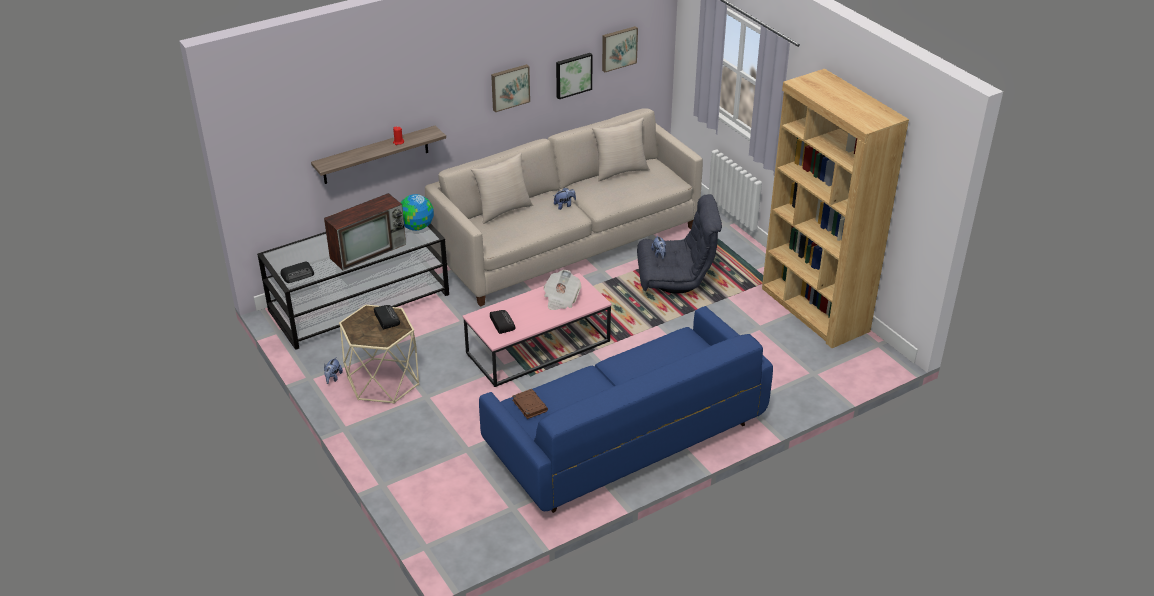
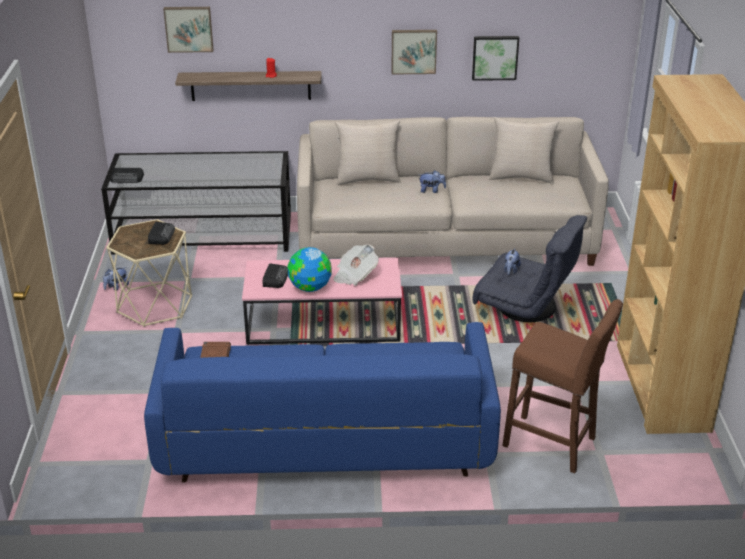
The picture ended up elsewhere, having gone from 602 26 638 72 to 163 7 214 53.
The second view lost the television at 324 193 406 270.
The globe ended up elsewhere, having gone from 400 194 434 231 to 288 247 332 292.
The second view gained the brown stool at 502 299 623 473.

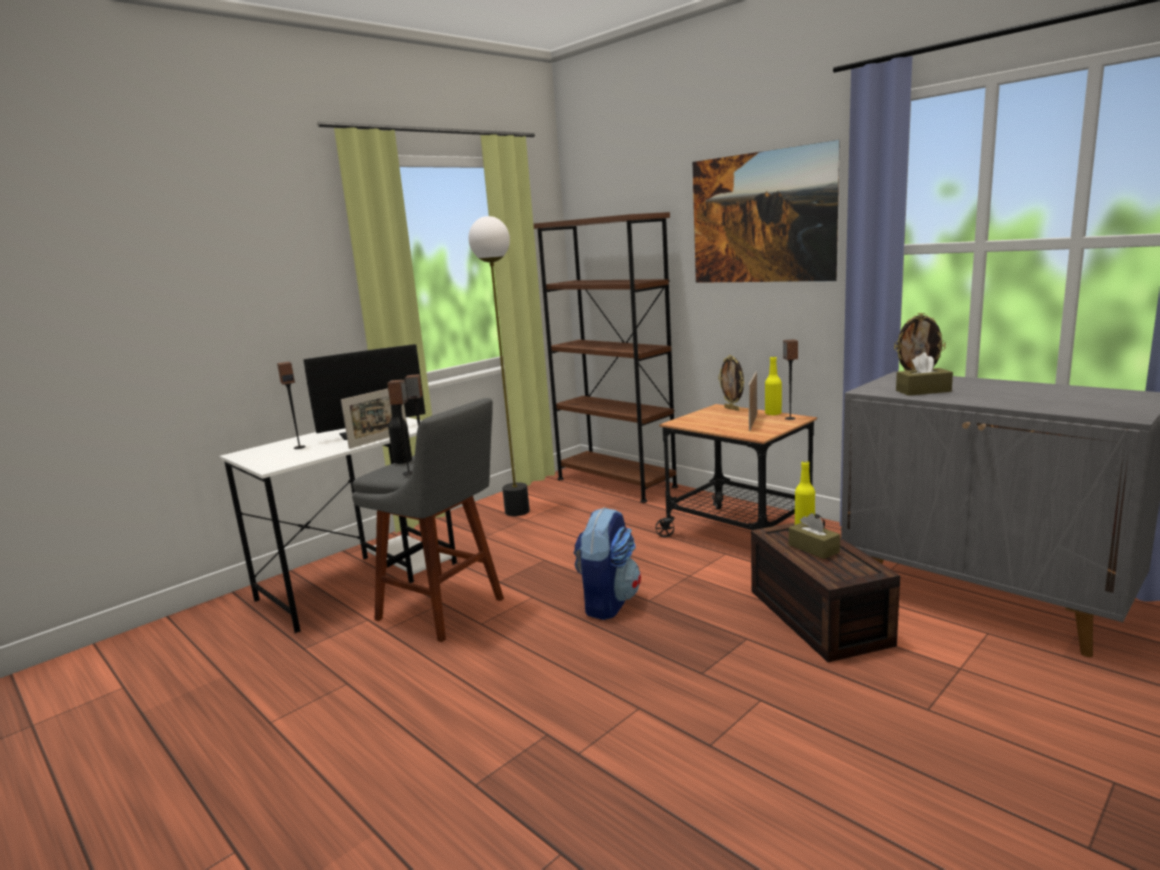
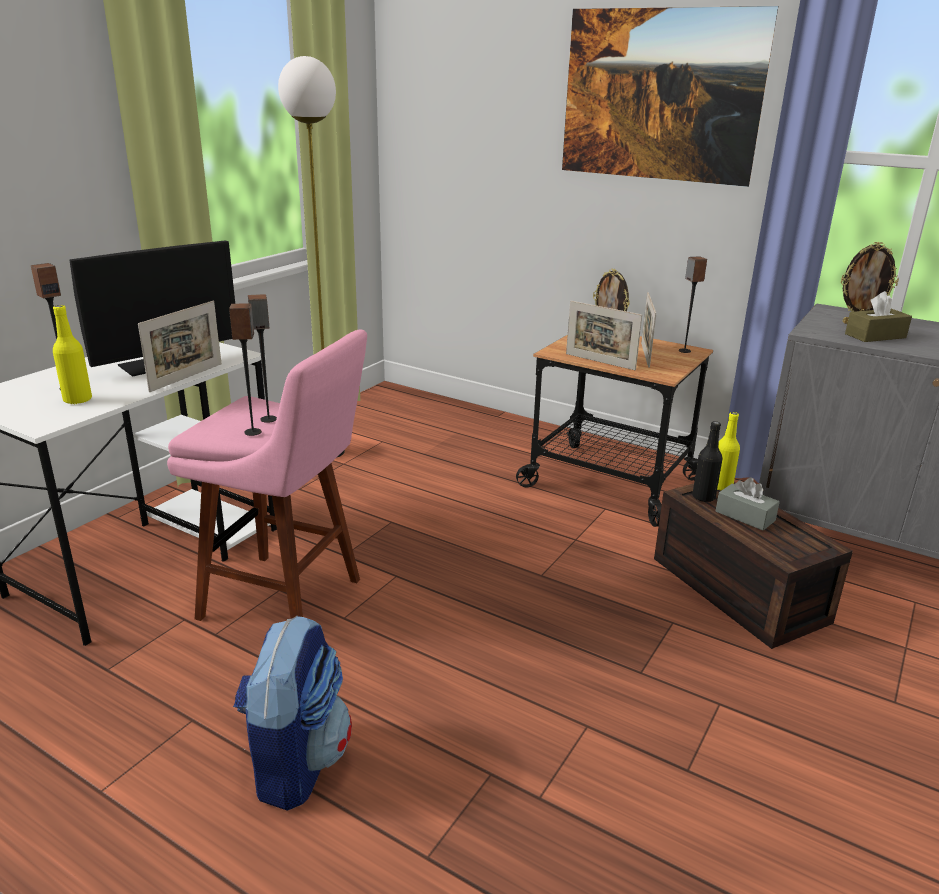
The second view lost the brown bookcase at 534 212 678 503.
The yellow bottle ended up elsewhere, having gone from 765 356 782 416 to 53 305 92 404.
What was the grey stool at 352 398 504 642 turned into the pink stool at 167 330 367 621.
The black bottle ended up elsewhere, having gone from 388 405 412 464 to 692 421 722 502.
The backpack ended up elsewhere, having gone from 573 507 641 620 to 233 616 352 811.
What was the brown tissue box at 789 513 840 559 turned into the grey tissue box at 716 478 780 530.
The second view gained the picture frame at 566 301 642 370.

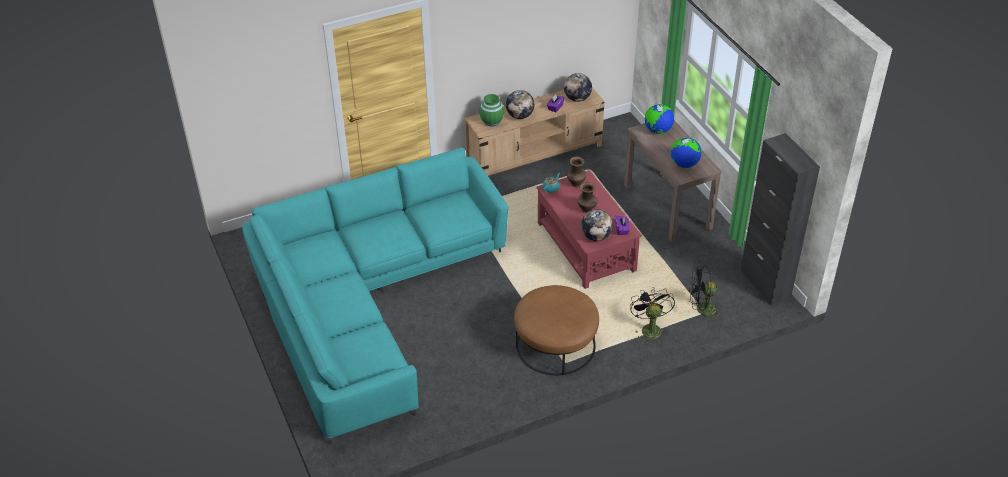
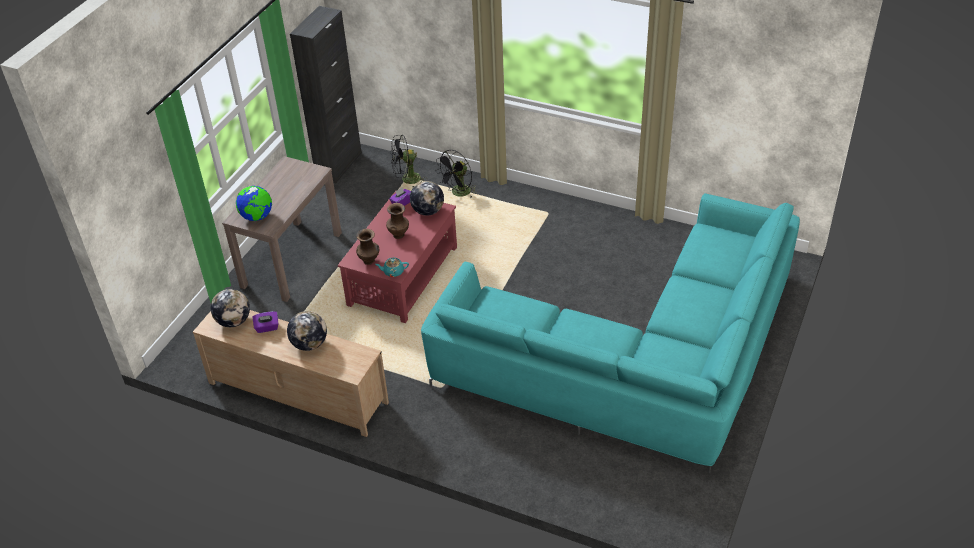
The second view lost the green vase at 479 94 504 127.
The second view lost the globe at 671 137 702 168.
The black fan at 688 266 723 322 ended up facing another way, 120 degrees clockwise from before.
The second view lost the brown ottoman at 514 285 599 376.

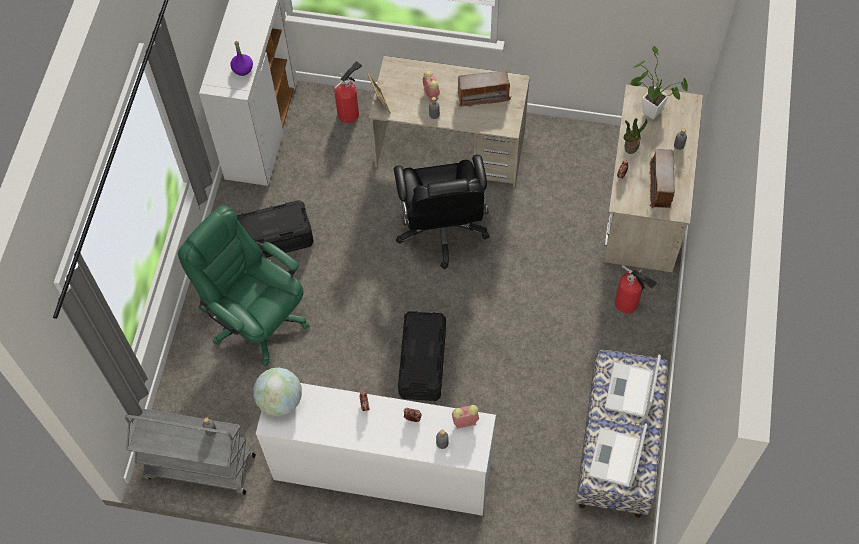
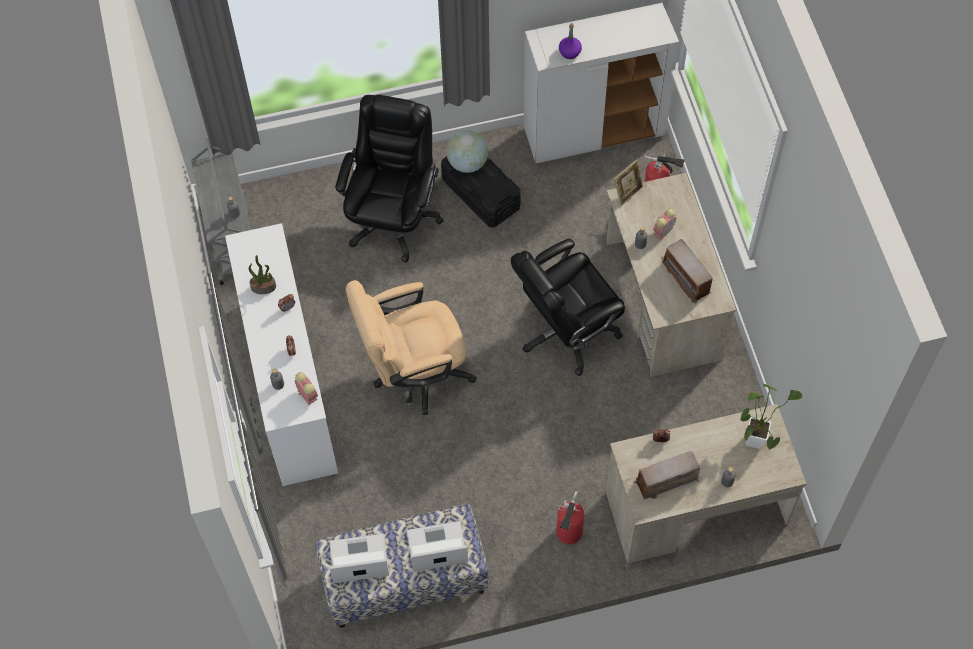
The potted plant ended up elsewhere, having gone from 624 118 647 154 to 249 255 276 294.
What was the green office chair at 178 205 309 366 turned into the black office chair at 335 95 443 263.
Where the black storage box stood at 398 311 446 401, the beige office chair came to stand at 345 280 477 415.
The globe ended up elsewhere, having gone from 253 368 302 416 to 446 130 488 173.

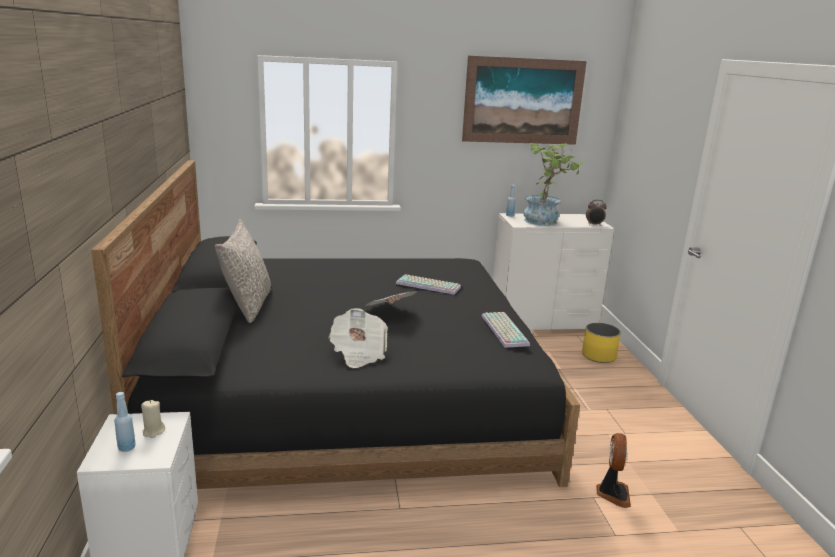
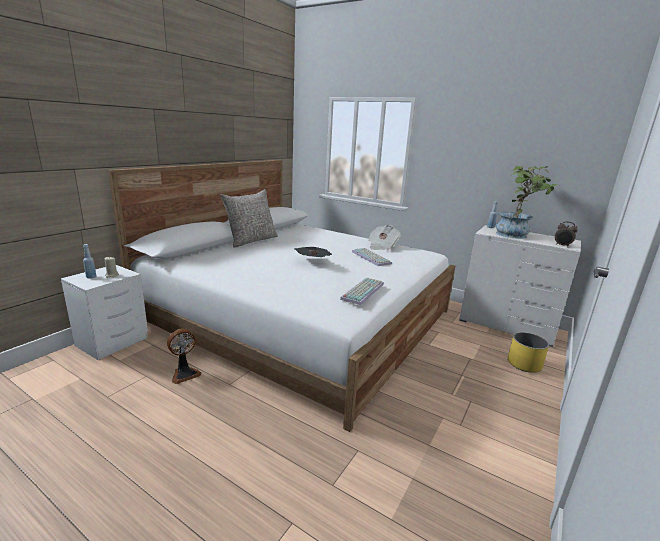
The second view lost the picture at 462 56 587 145.
What was the black bed at 91 160 580 489 turned into the white bed at 108 160 455 432.
The newspaper ended up elsewhere, having gone from 329 308 388 368 to 368 225 401 250.
The fan ended up elsewhere, having gone from 596 433 631 508 to 167 329 202 384.

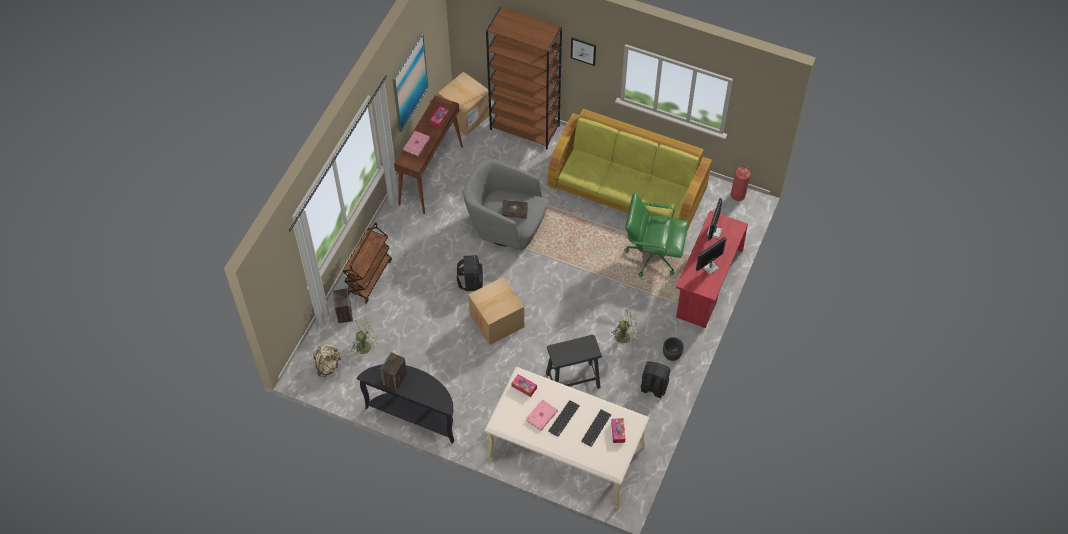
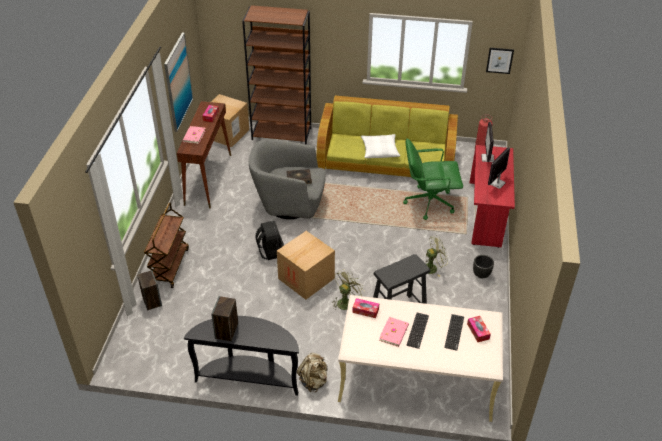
The picture ended up elsewhere, having gone from 571 37 596 66 to 486 48 514 74.
The green fan ended up elsewhere, having gone from 352 317 380 354 to 332 270 365 310.
The beige backpack ended up elsewhere, having gone from 313 344 341 377 to 297 353 327 392.
The second view lost the black backpack at 641 361 670 398.
The second view gained the white pillow at 361 134 400 158.

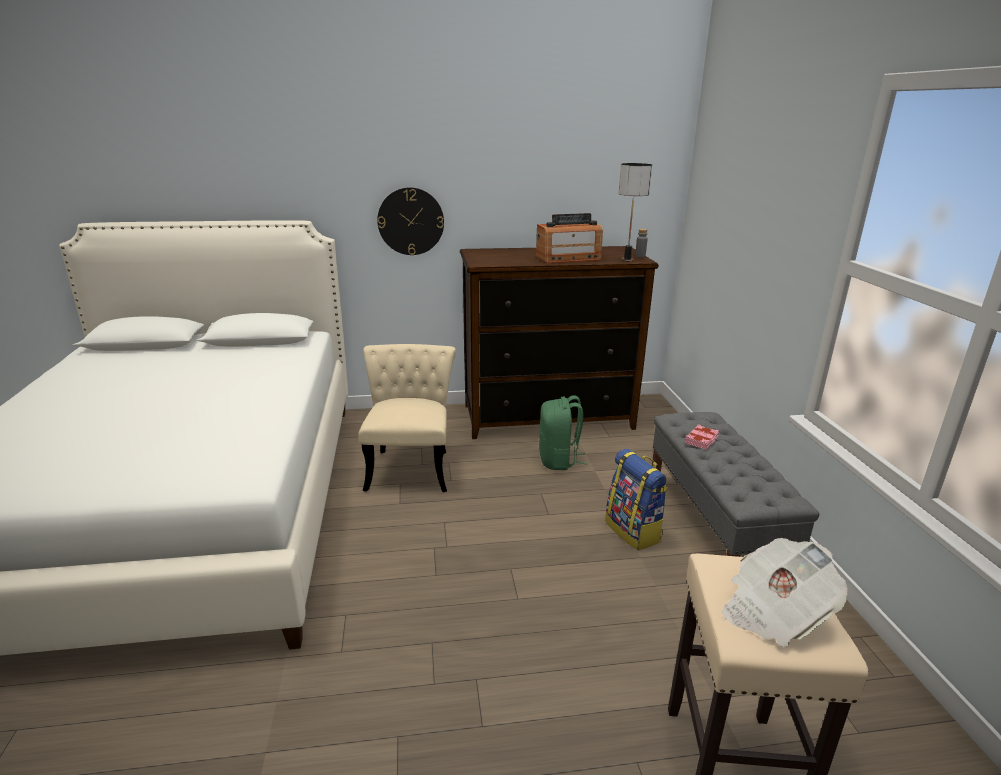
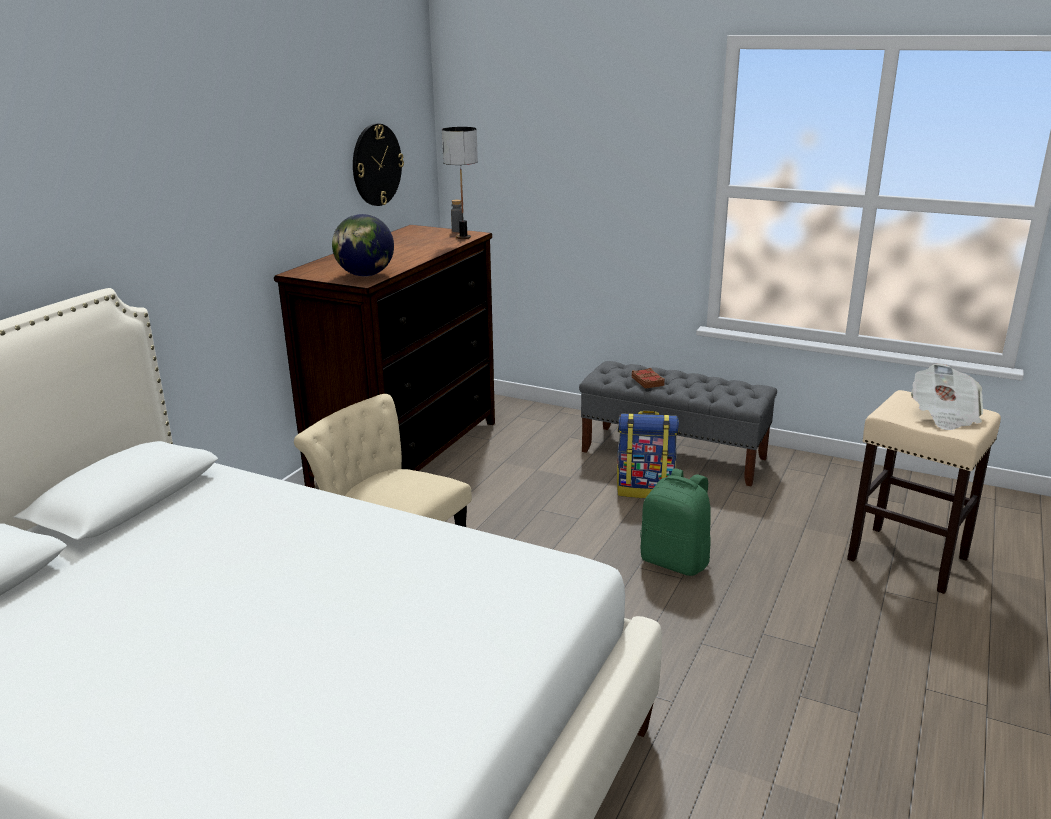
The wall clock ended up elsewhere, having gone from 377 187 444 255 to 353 123 404 206.
The second view lost the radio at 536 213 603 263.
The green backpack ended up elsewhere, having gone from 539 395 588 470 to 640 468 711 576.
What was the pink book at 685 424 719 450 turned into the brown book at 632 368 665 389.
The second view gained the globe at 332 214 394 277.

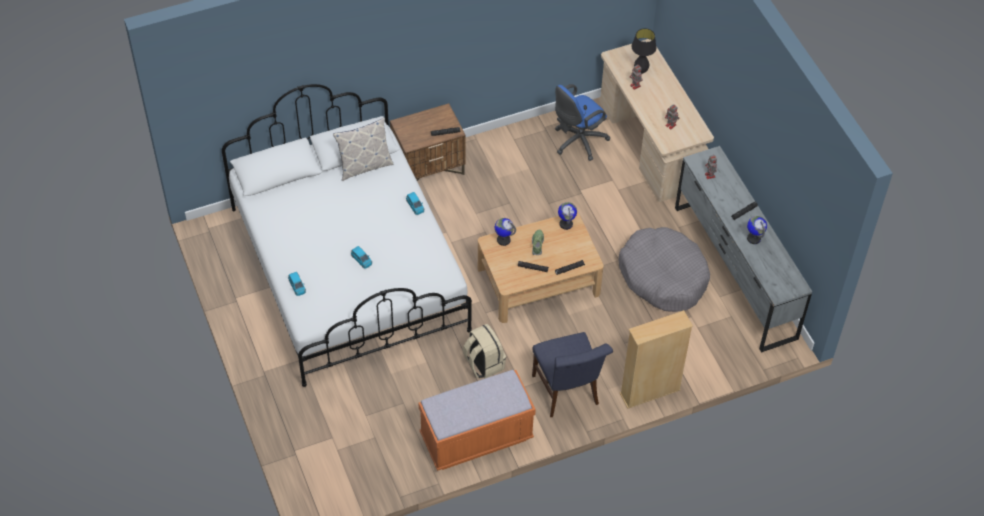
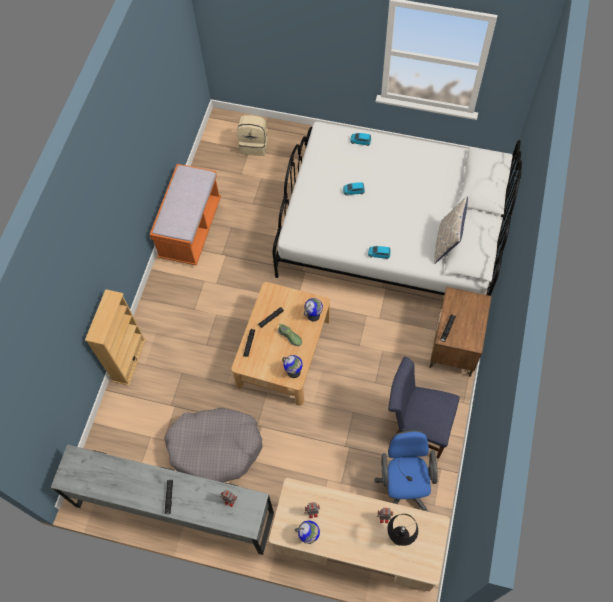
The globe ended up elsewhere, having gone from 747 216 767 244 to 295 521 320 544.
The beige backpack ended up elsewhere, having gone from 463 324 506 379 to 237 115 268 156.
The blue chair ended up elsewhere, having gone from 532 332 613 417 to 388 357 460 459.

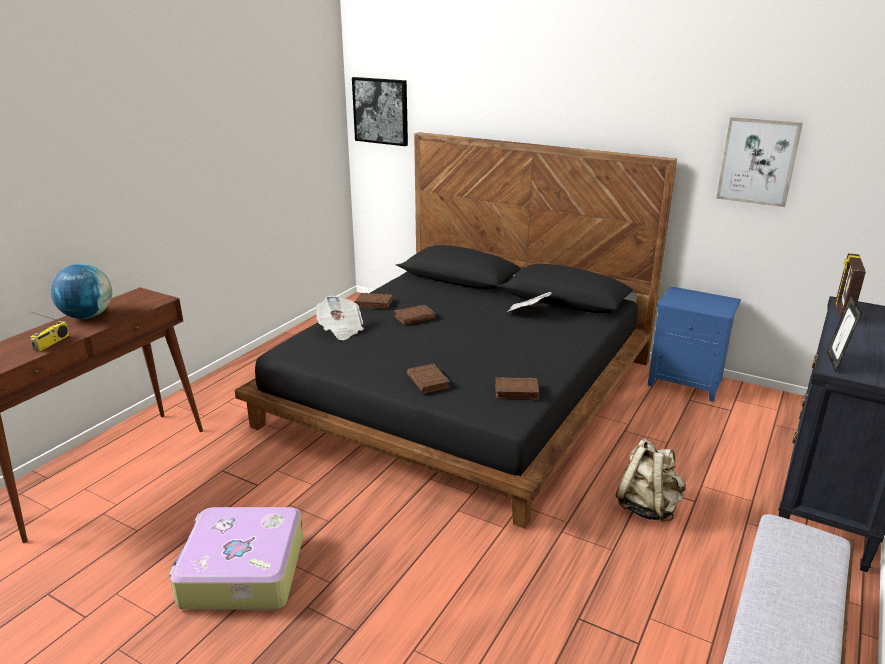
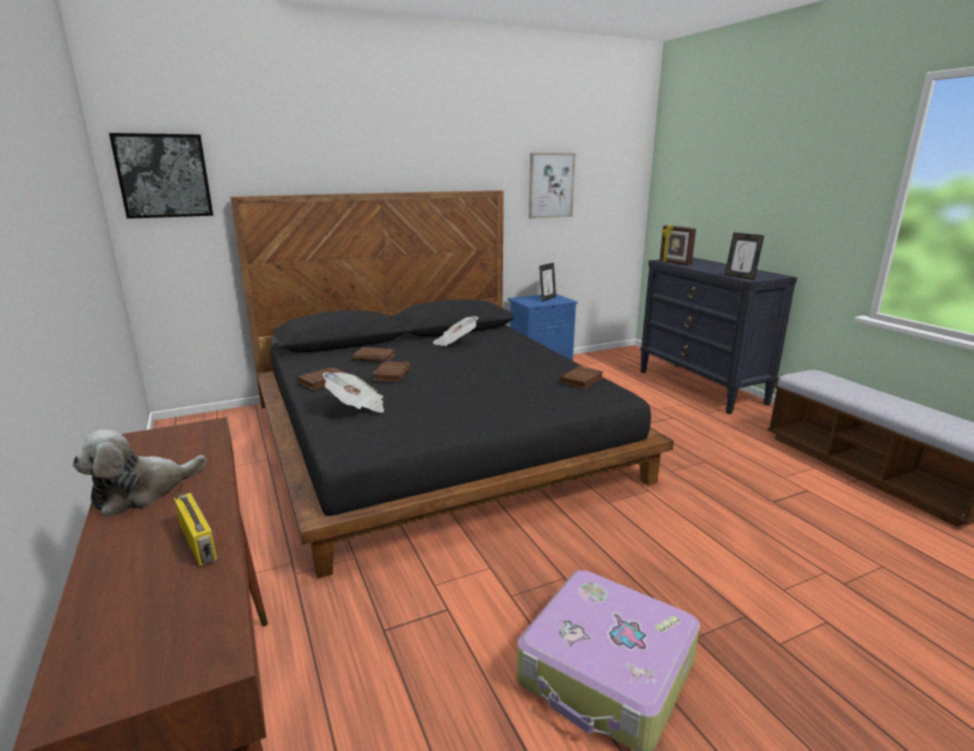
Where the globe stood at 51 264 112 319, the plush toy came to stand at 72 429 207 517.
The brown book ended up elsewhere, having gone from 407 364 450 394 to 352 347 396 363.
The second view lost the beige backpack at 616 439 686 522.
The second view gained the picture frame at 539 263 556 302.

